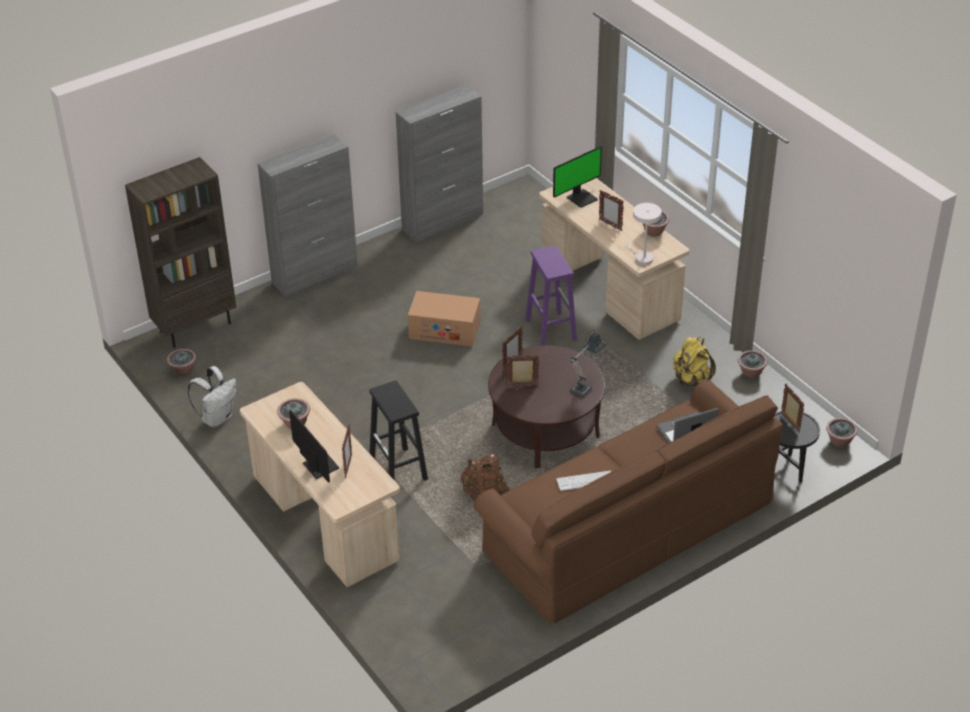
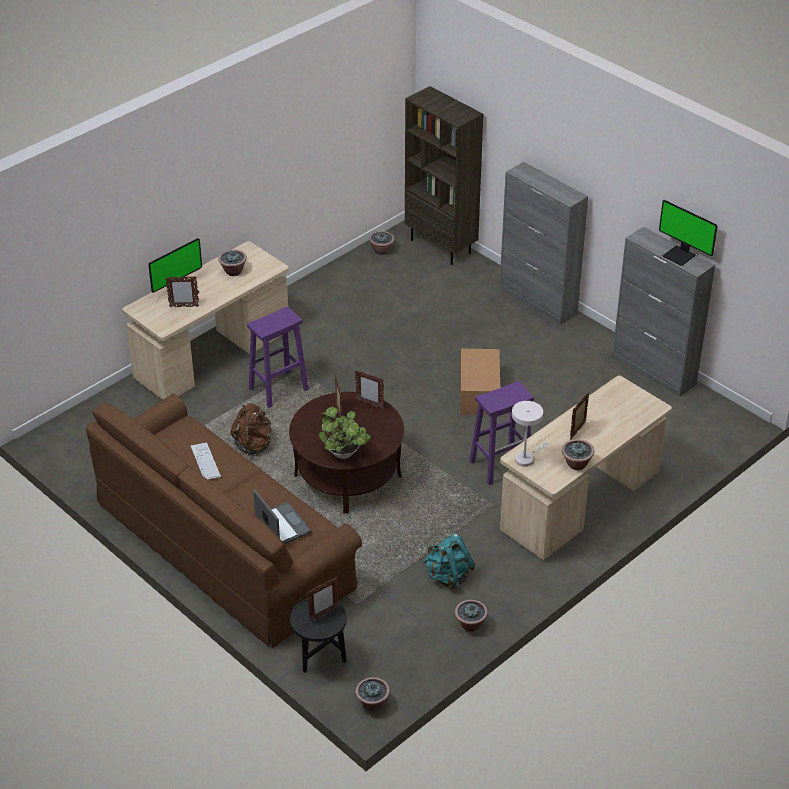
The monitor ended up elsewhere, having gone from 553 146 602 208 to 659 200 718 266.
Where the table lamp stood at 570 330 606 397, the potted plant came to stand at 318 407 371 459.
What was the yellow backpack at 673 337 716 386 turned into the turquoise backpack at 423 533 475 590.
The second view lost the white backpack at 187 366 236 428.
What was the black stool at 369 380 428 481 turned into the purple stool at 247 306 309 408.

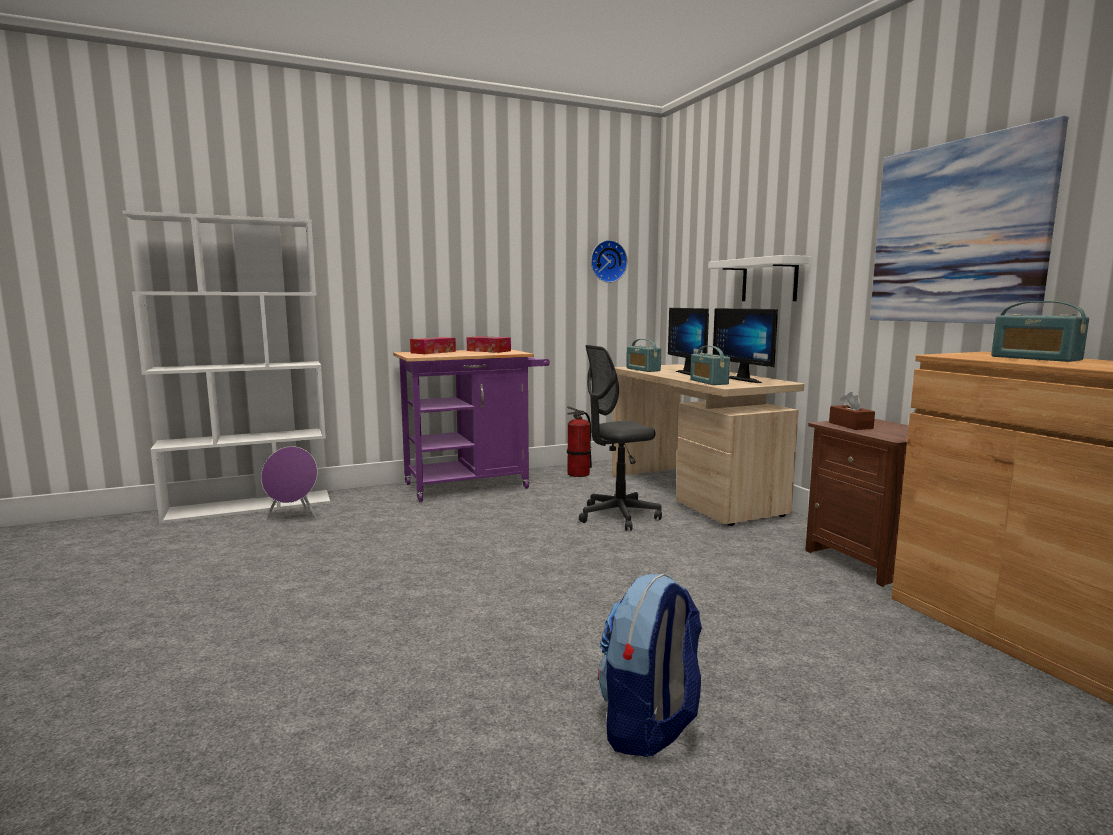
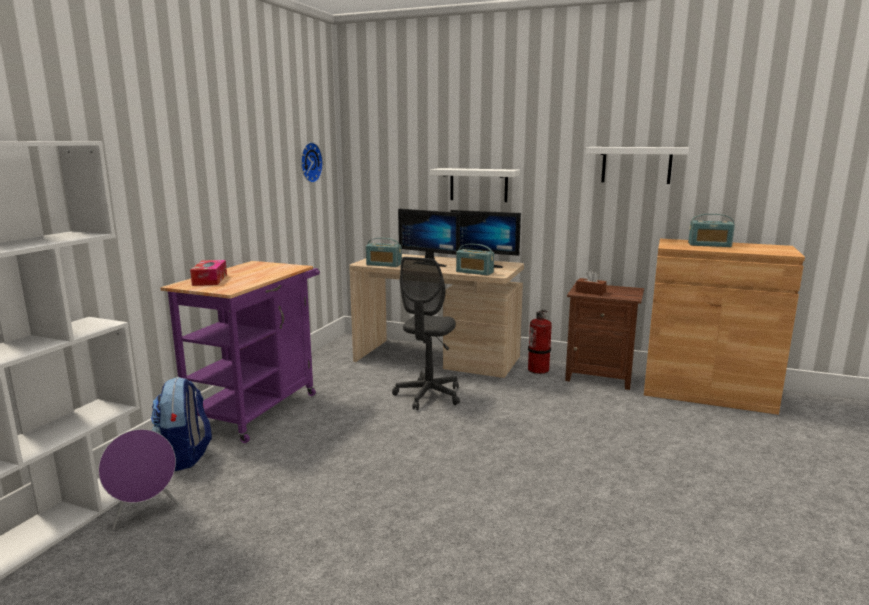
Where the picture hung at 870 115 1068 324, the white shelf came to hang at 586 147 689 184.
The second view lost the tissue box at 467 336 511 353.
The fire extinguisher ended up elsewhere, having gone from 567 406 592 477 to 528 310 552 374.
The backpack ended up elsewhere, having gone from 598 573 702 757 to 151 377 212 471.

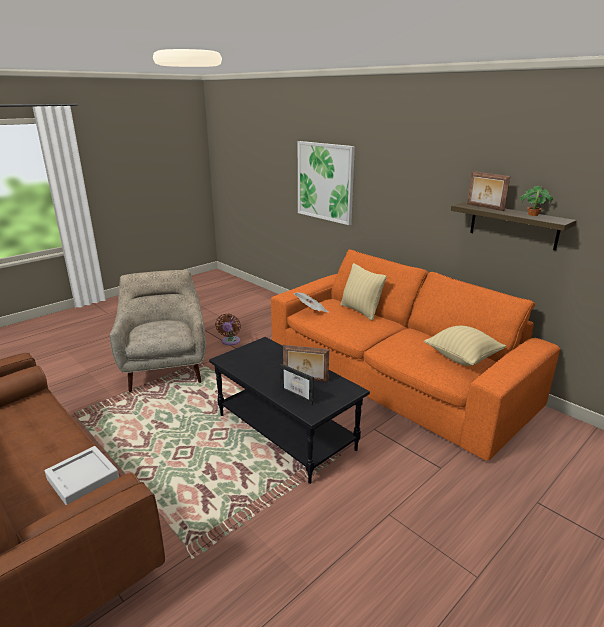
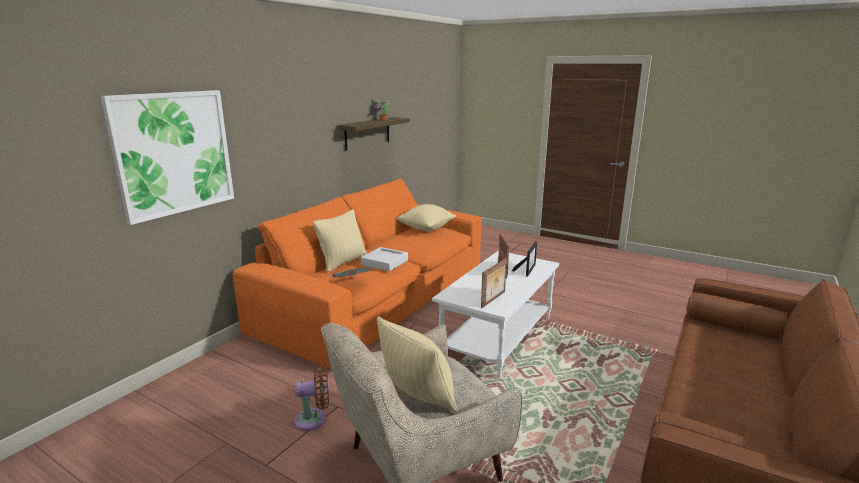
The picture frame ended up elsewhere, having gone from 467 171 510 211 to 481 258 507 308.
What was the black coffee table at 209 337 370 484 turned into the white coffee table at 432 251 559 379.
The grey tray ended up elsewhere, having gone from 45 446 119 505 to 361 247 408 271.
The second view gained the beige pillow at 377 317 458 413.

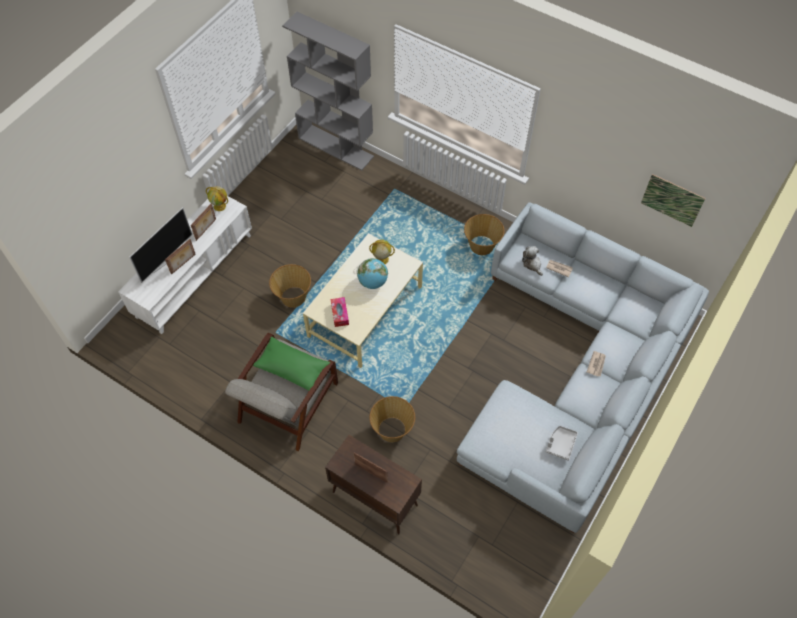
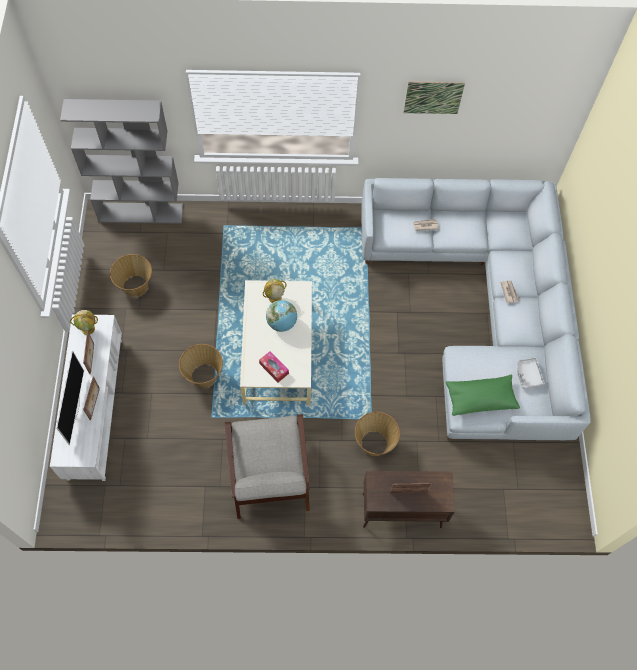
The picture ended up elsewhere, having gone from 641 174 705 227 to 404 82 465 114.
The basket ended up elsewhere, having gone from 464 214 504 255 to 110 254 152 297.
The second view lost the plush toy at 522 246 543 276.
The green pillow ended up elsewhere, having gone from 253 337 330 390 to 446 375 520 416.

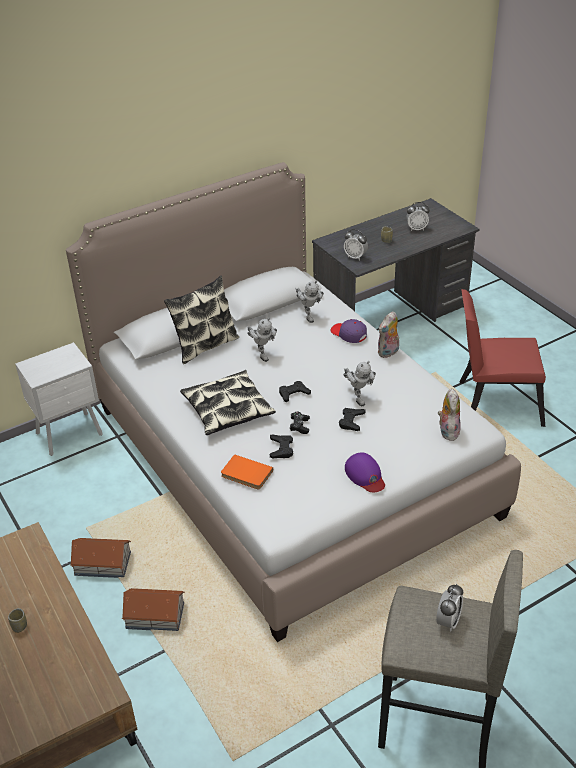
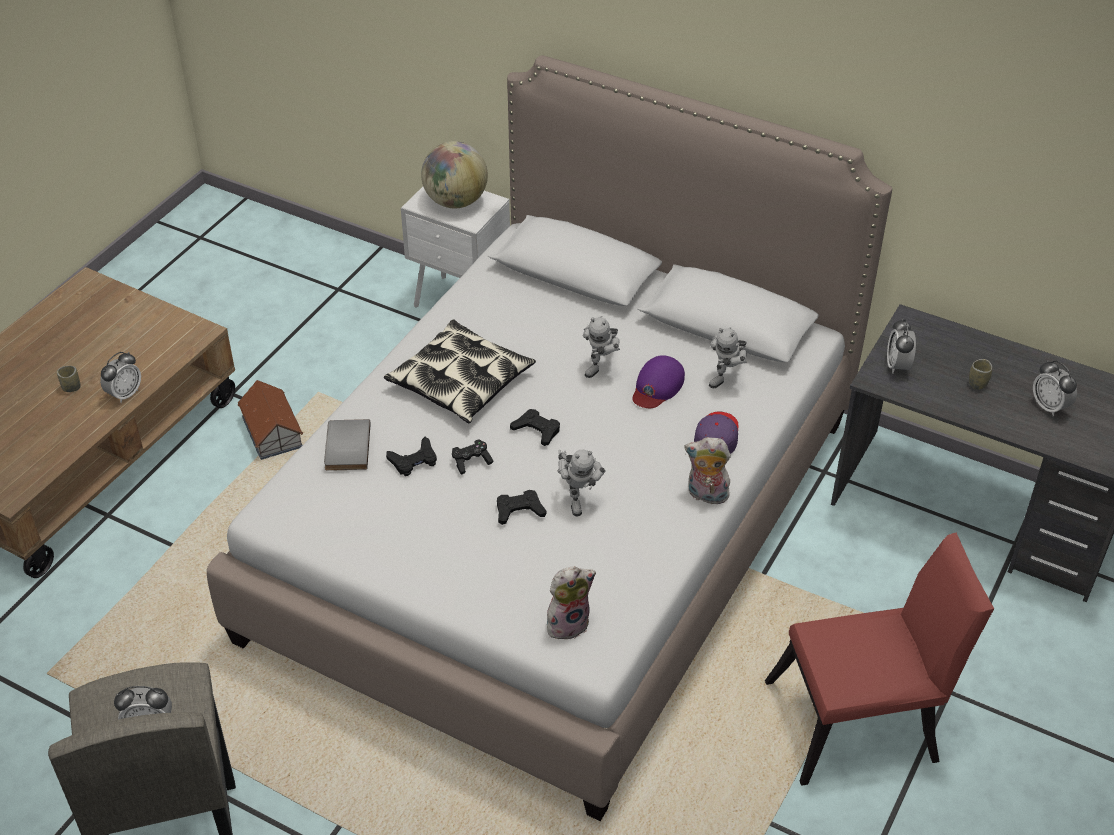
The second view lost the pillow at 164 276 239 364.
The red chair at 460 289 546 427 ended up facing another way, 105 degrees clockwise from before.
The toy robot at 343 361 376 406 ended up facing another way, 45 degrees counterclockwise from before.
The purple cap ended up elsewhere, having gone from 345 452 385 492 to 632 355 685 408.
What was the orange book at 221 454 273 490 turned into the grey book at 324 419 371 471.
The second view lost the toy house at 122 588 185 631.
The second view gained the globe at 421 141 488 208.
The second view gained the alarm clock at 100 352 141 403.

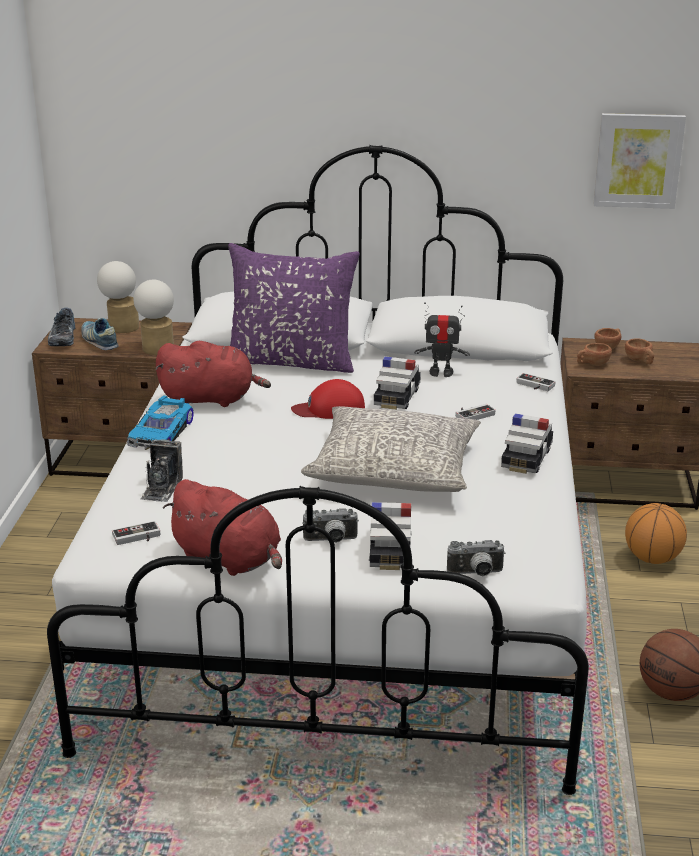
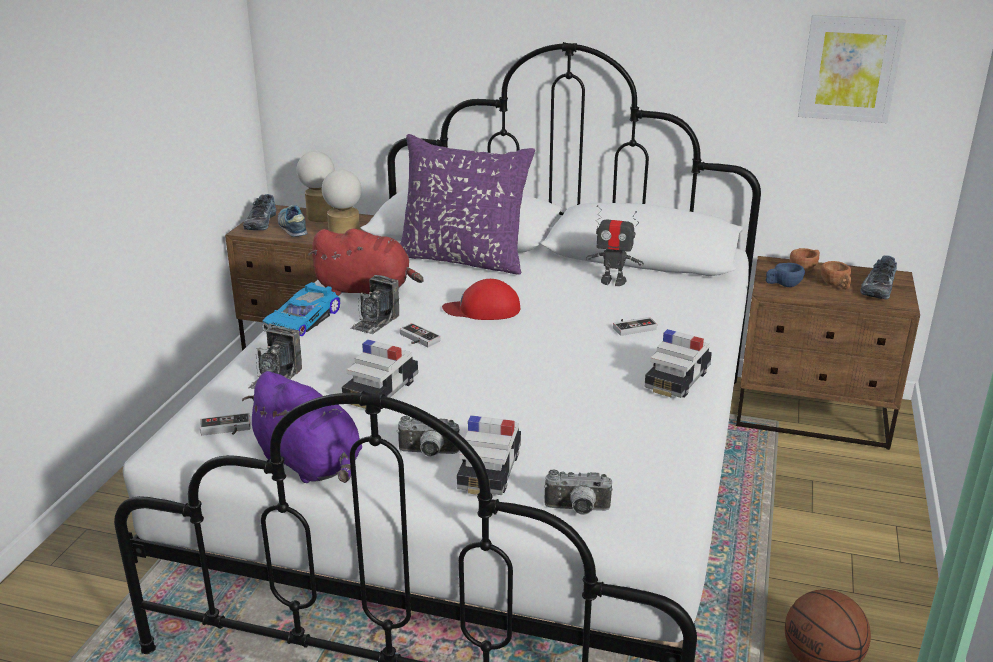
What was the brown cup at 577 343 612 366 turned into the blue cup at 766 263 805 287.
The toy car ended up elsewhere, having gone from 374 356 421 410 to 342 340 418 409.
The game controller ended up elsewhere, having gone from 516 373 556 391 to 400 323 441 347.
The second view lost the grey pillow at 301 406 481 492.
What was the red plush toy at 163 479 282 576 turned into the purple plush toy at 242 371 362 483.
The second view lost the basketball at 625 503 687 564.
The second view gained the shoe at 861 255 897 299.
The second view gained the photo camera at 350 275 399 334.

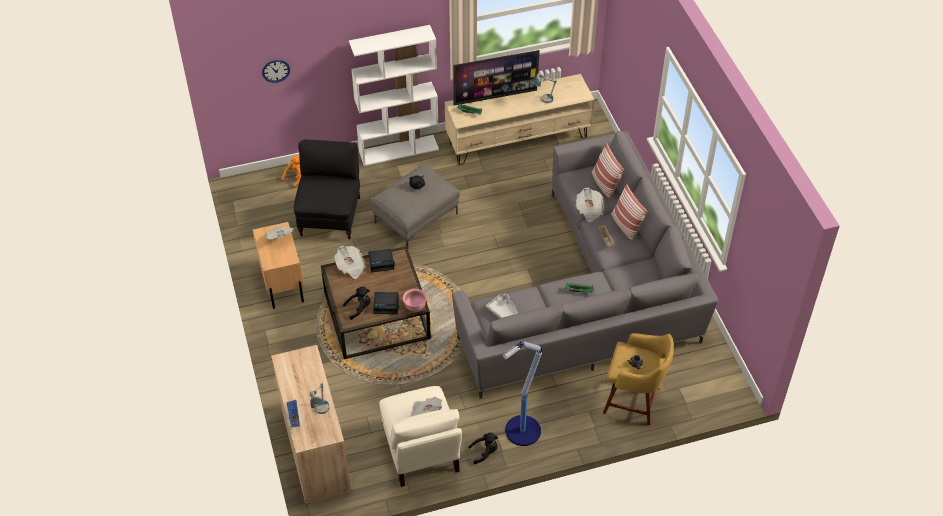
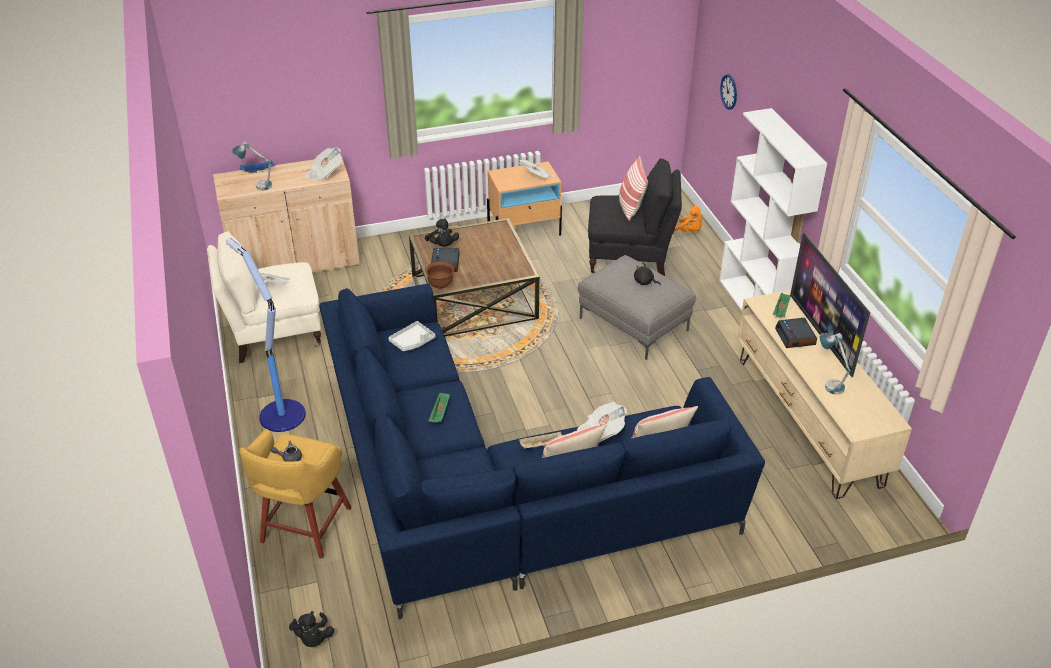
What was the grey sofa at 452 131 718 399 turned into the blue sofa at 319 284 765 619.
The newspaper ended up elsewhere, having gone from 334 246 366 279 to 306 148 342 181.
The alarm clock ended up elsewhere, having gone from 368 249 395 272 to 775 318 817 348.
What was the pink bowl at 403 289 427 312 turned into the brown bowl at 425 262 454 289.
The black plush toy ended up elsewhere, having gone from 468 433 498 464 to 289 611 334 647.
The second view gained the pillow at 619 155 648 221.

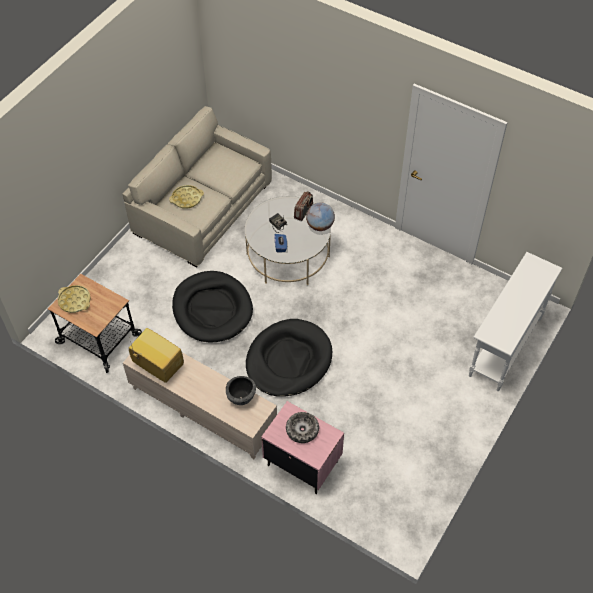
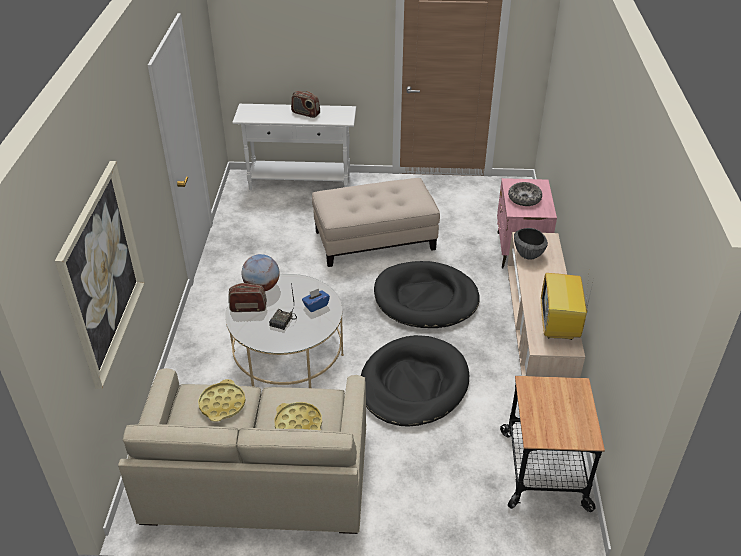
The yellow tray ended up elsewhere, having gone from 58 285 91 313 to 198 379 246 422.
The second view gained the radio at 291 91 320 118.
The second view gained the picture at 55 161 145 389.
The second view gained the beige ottoman at 312 178 440 267.

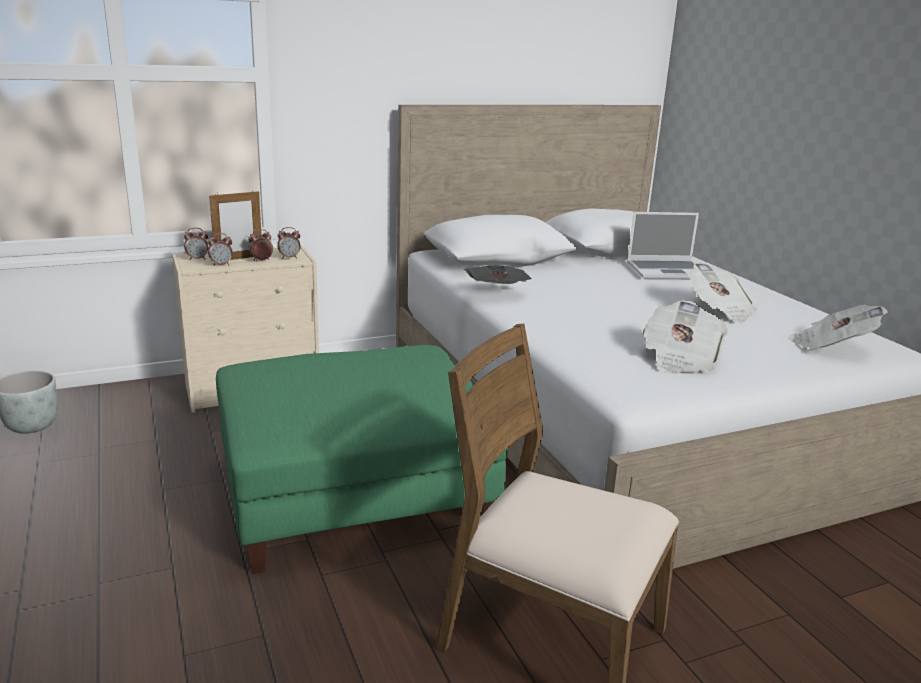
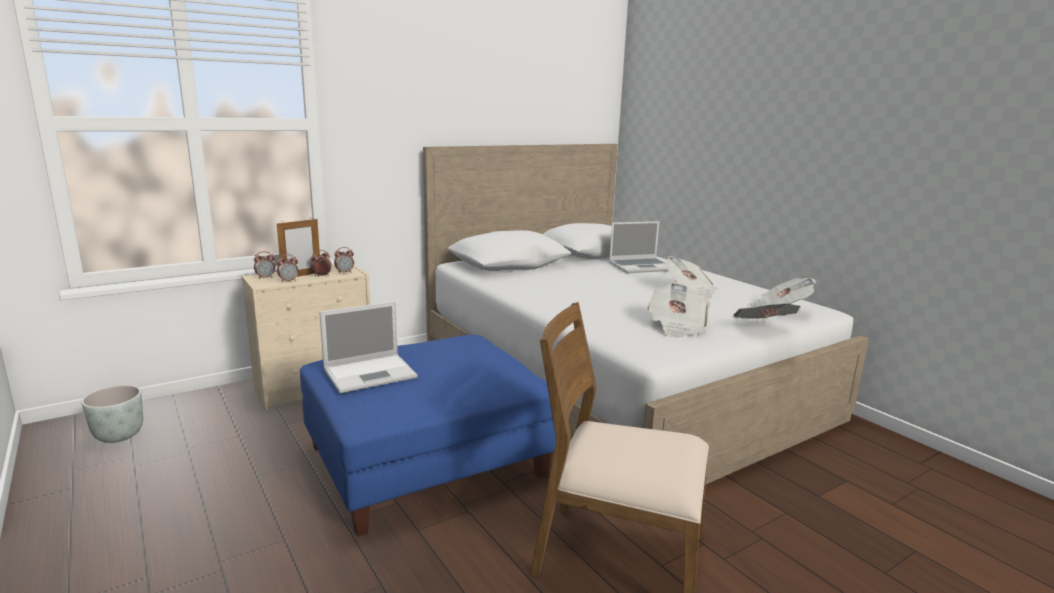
The newspaper ended up elsewhere, having gone from 464 265 531 284 to 733 304 801 319.
What was the green ottoman at 216 345 508 574 turned into the blue ottoman at 300 335 556 537.
The second view gained the laptop at 319 301 418 393.

